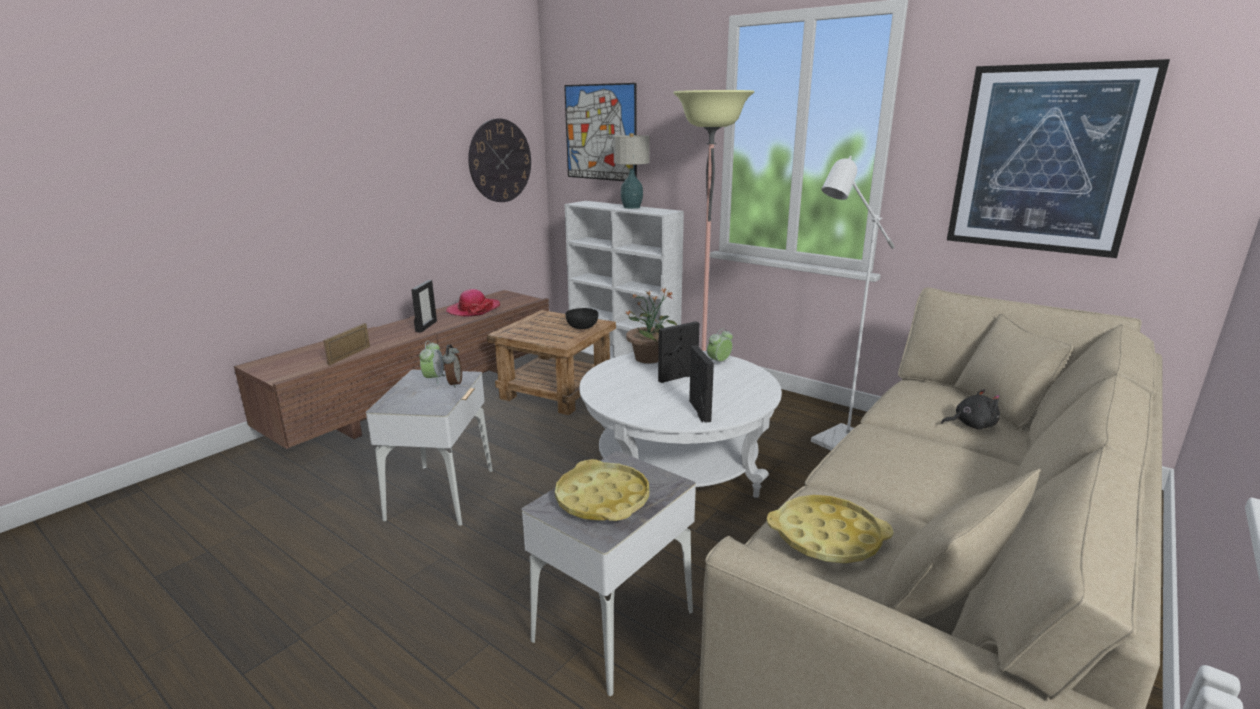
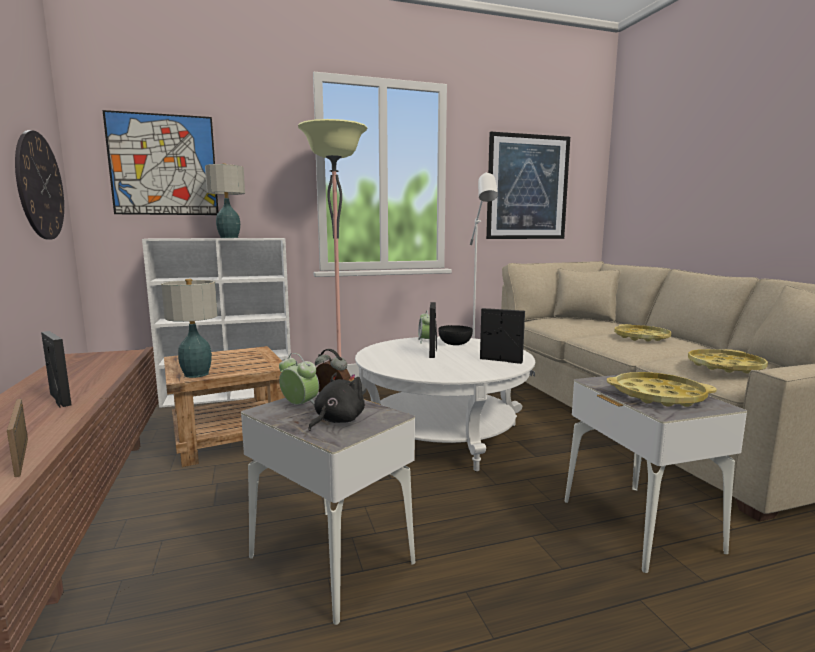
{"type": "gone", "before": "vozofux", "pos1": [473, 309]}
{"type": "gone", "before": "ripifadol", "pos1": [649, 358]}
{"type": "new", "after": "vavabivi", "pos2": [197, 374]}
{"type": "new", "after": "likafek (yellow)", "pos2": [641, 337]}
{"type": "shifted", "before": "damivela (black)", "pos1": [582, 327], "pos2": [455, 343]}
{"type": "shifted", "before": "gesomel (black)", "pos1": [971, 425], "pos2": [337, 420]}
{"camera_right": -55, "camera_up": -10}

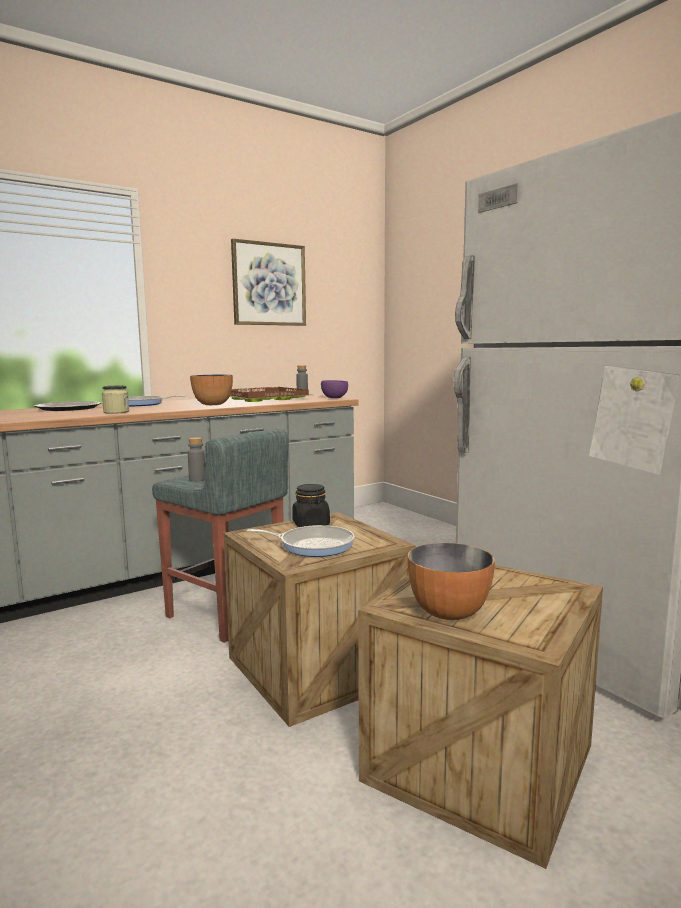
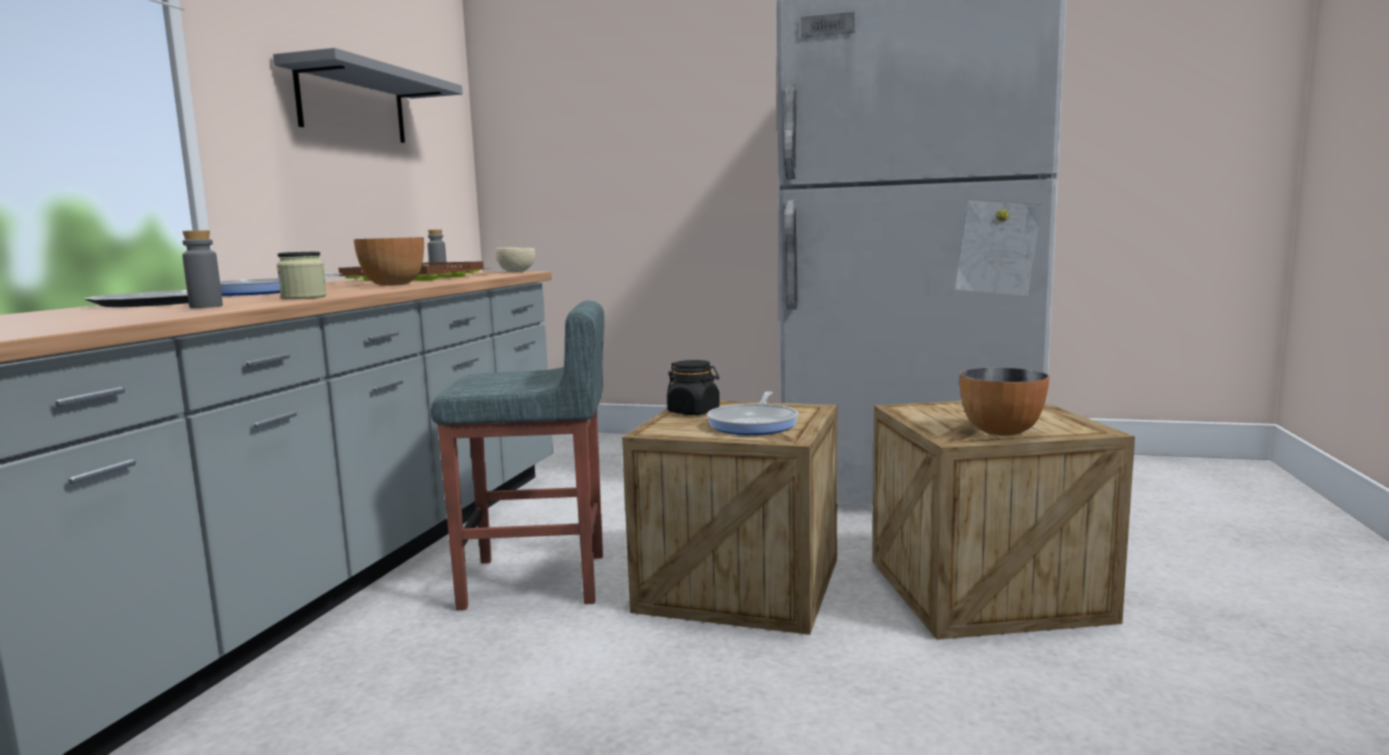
{"type": "shifted", "before": "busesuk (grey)", "pos1": [197, 479], "pos2": [206, 306]}
{"type": "swapped", "before": "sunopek", "after": "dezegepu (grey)", "pos1": [269, 284], "pos2": [352, 104]}
{"type": "repainted", "before": "damivela (purple)", "after": "damivela (beige)", "pos1": [334, 398], "pos2": [516, 272]}
{"type": "rotated", "before": "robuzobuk", "pos1": [313, 545], "pos2": [755, 424], "turn": 135}
{"camera_right": -40, "camera_up": 0}

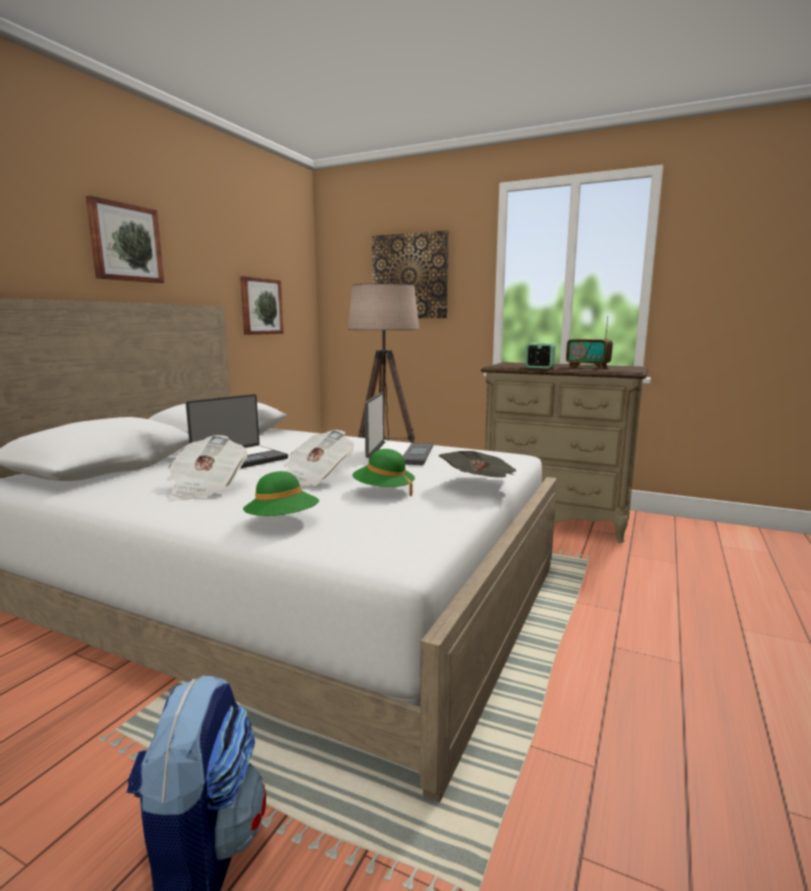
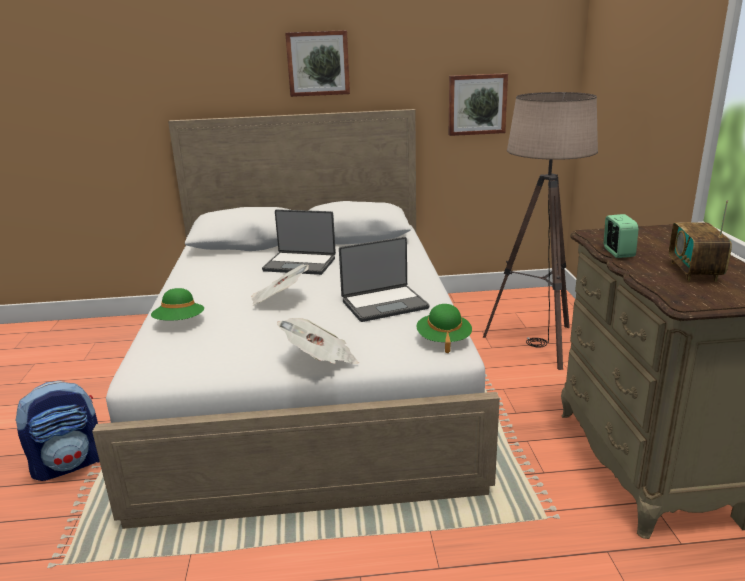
{"type": "gone", "before": "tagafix", "pos1": [206, 488]}
{"type": "gone", "before": "sunopek", "pos1": [410, 276]}
{"type": "shifted", "before": "vozofux (green)", "pos1": [383, 491], "pos2": [443, 340]}
{"camera_right": 60, "camera_up": 10}

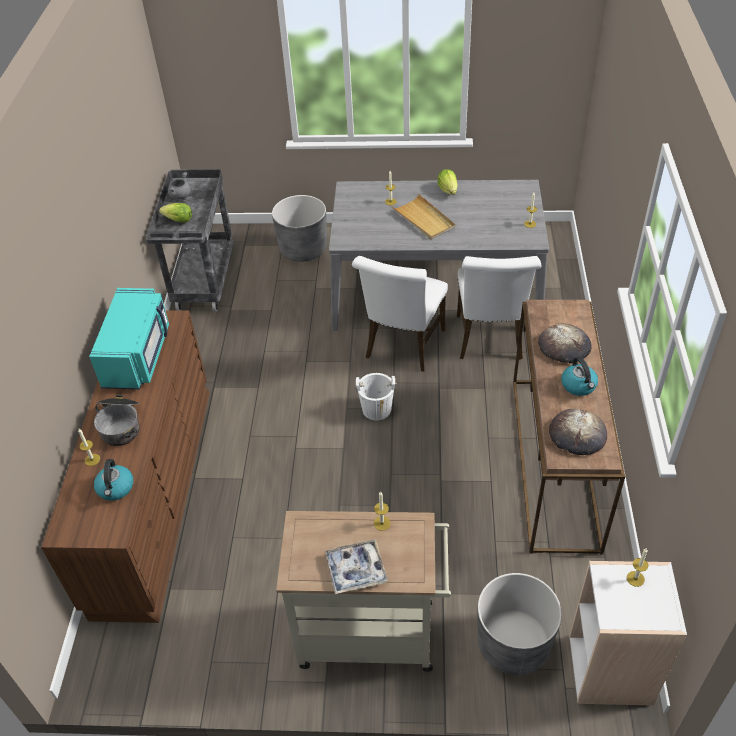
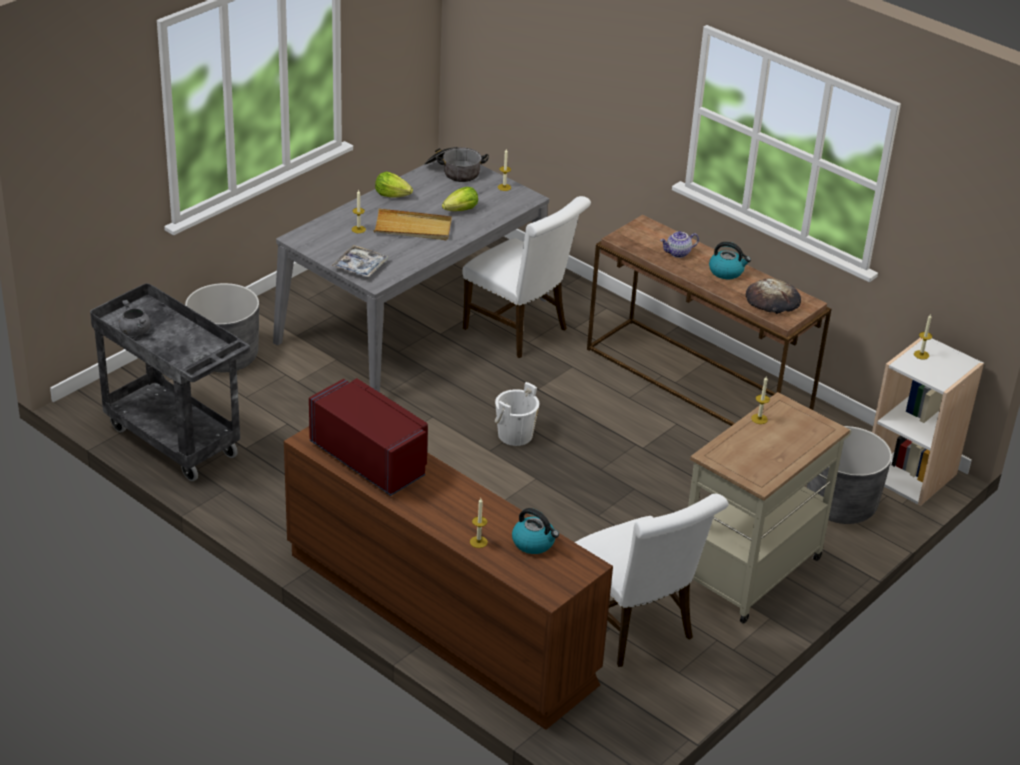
{"type": "shifted", "before": "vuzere", "pos1": [121, 425], "pos2": [454, 172]}
{"type": "shifted", "before": "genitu", "pos1": [179, 220], "pos2": [461, 210]}
{"type": "shifted", "before": "likafek", "pos1": [356, 570], "pos2": [360, 266]}
{"type": "shifted", "before": "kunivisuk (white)", "pos1": [403, 347], "pos2": [636, 629]}
{"type": "swapped", "before": "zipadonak", "after": "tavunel", "pos1": [564, 346], "pos2": [678, 253]}
{"type": "repainted", "before": "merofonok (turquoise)", "after": "merofonok (red)", "pos1": [138, 356], "pos2": [370, 459]}
{"camera_right": -55, "camera_up": -10}

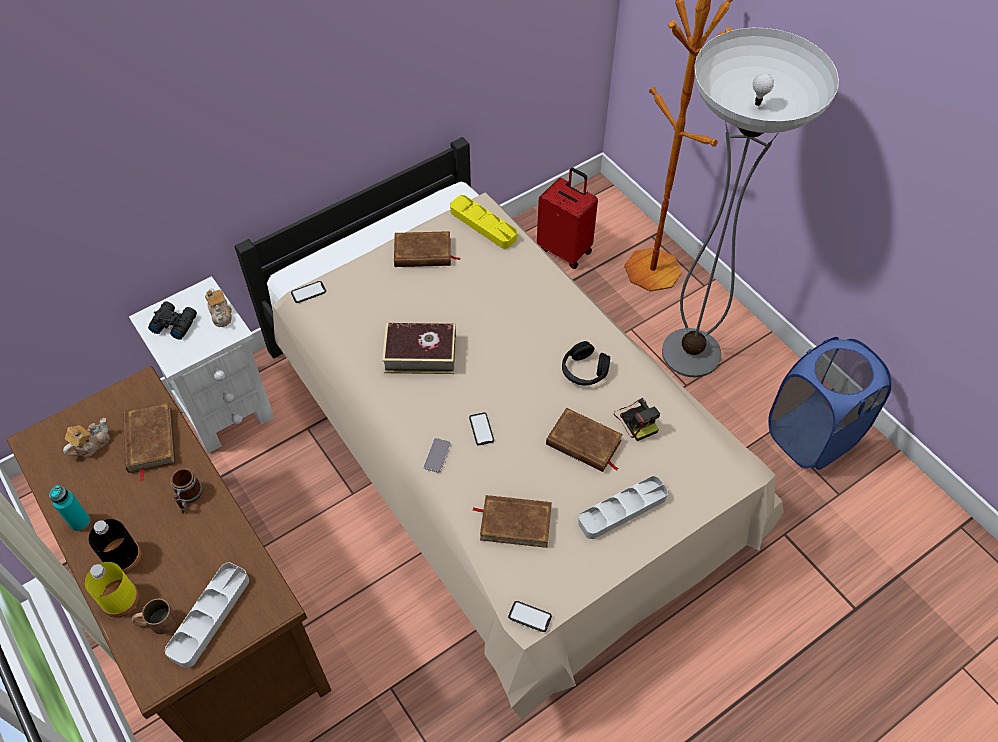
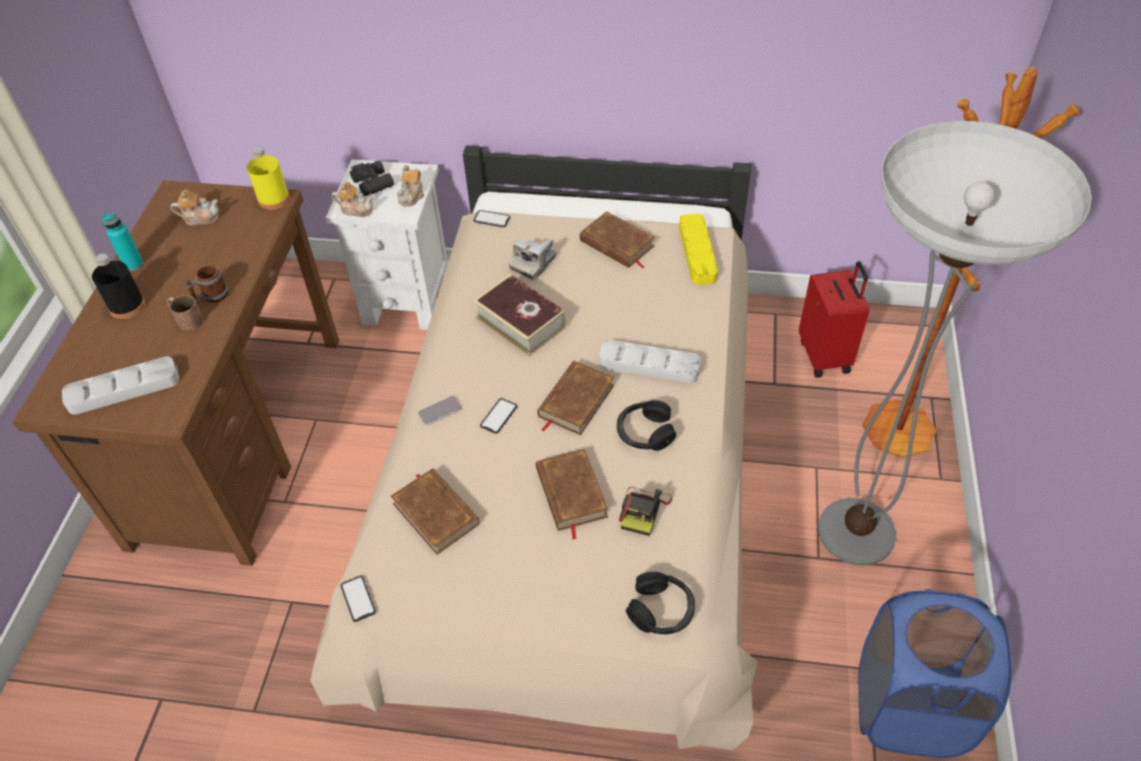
{"type": "new", "after": "tavunel", "pos2": [356, 209]}
{"type": "new", "after": "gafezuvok", "pos2": [533, 263]}
{"type": "new", "after": "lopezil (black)", "pos2": [661, 610]}
{"type": "shifted", "before": "busesuk (yellow)", "pos1": [119, 599], "pos2": [274, 199]}
{"type": "shifted", "before": "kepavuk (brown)", "pos1": [150, 440], "pos2": [575, 401]}
{"type": "shifted", "before": "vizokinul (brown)", "pos1": [156, 622], "pos2": [186, 319]}
{"type": "shifted", "before": "likafek (grey)", "pos1": [622, 510], "pos2": [649, 365]}
{"camera_right": 45, "camera_up": -5}

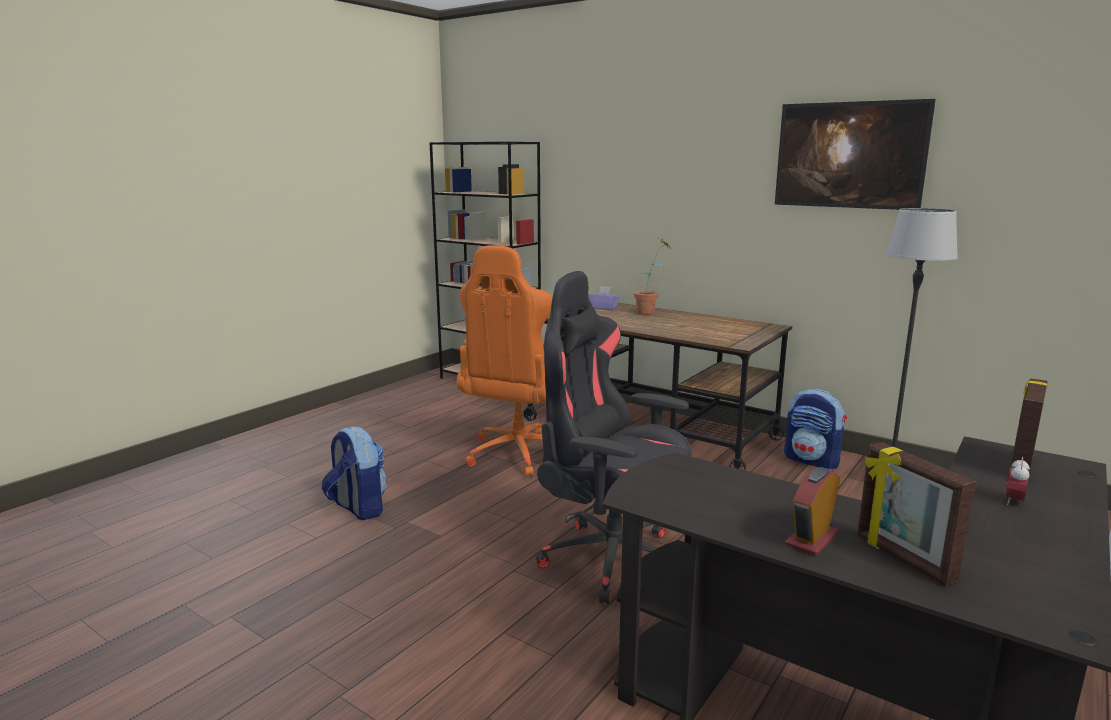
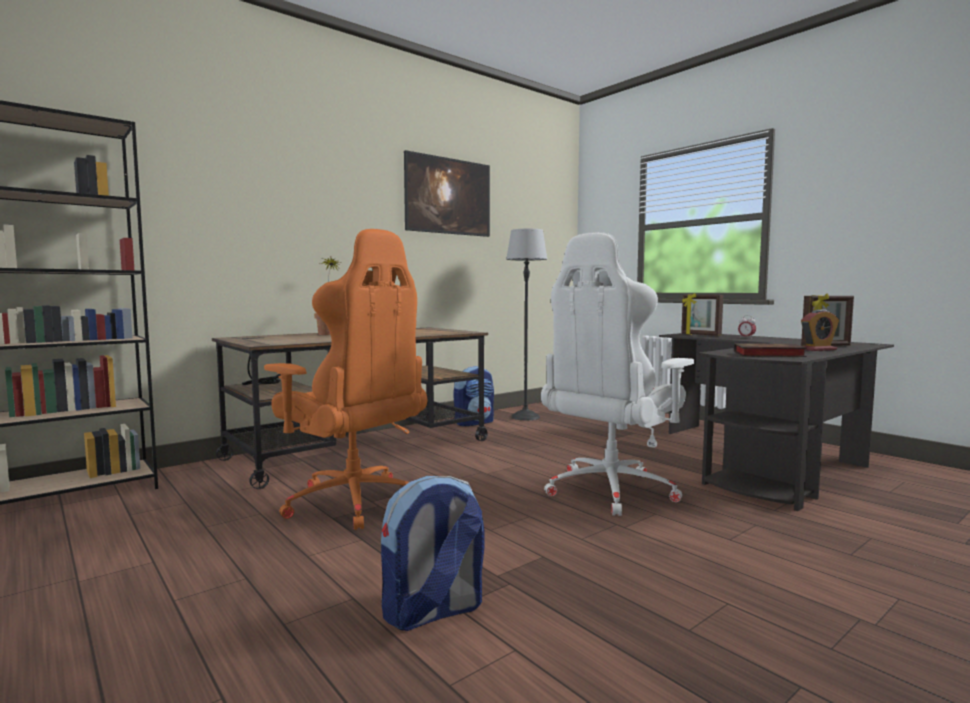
{"type": "gone", "before": "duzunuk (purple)", "pos1": [603, 308]}
{"type": "new", "after": "kepavuk", "pos2": [767, 354]}
{"type": "repainted", "before": "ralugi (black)", "after": "ralugi (white)", "pos1": [615, 560], "pos2": [611, 490]}
{"type": "rotated", "before": "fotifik", "pos1": [811, 539], "pos2": [818, 349], "turn": -75}
{"camera_right": -75, "camera_up": -10}

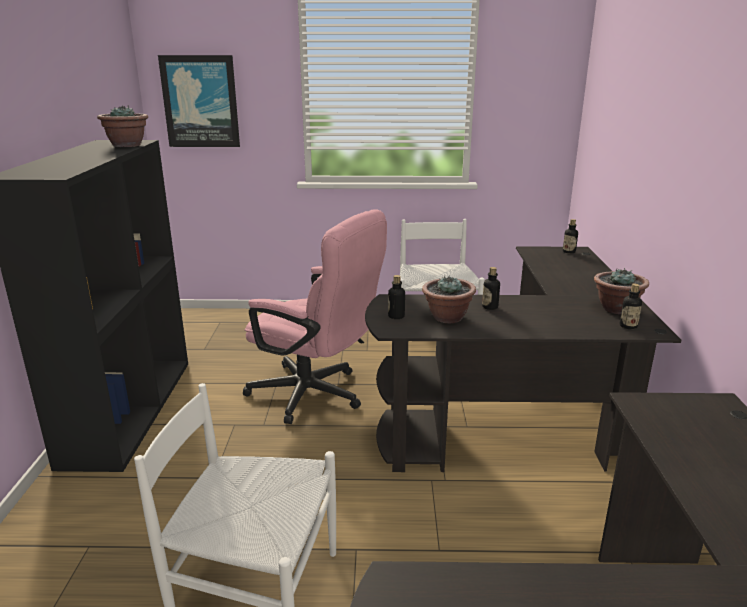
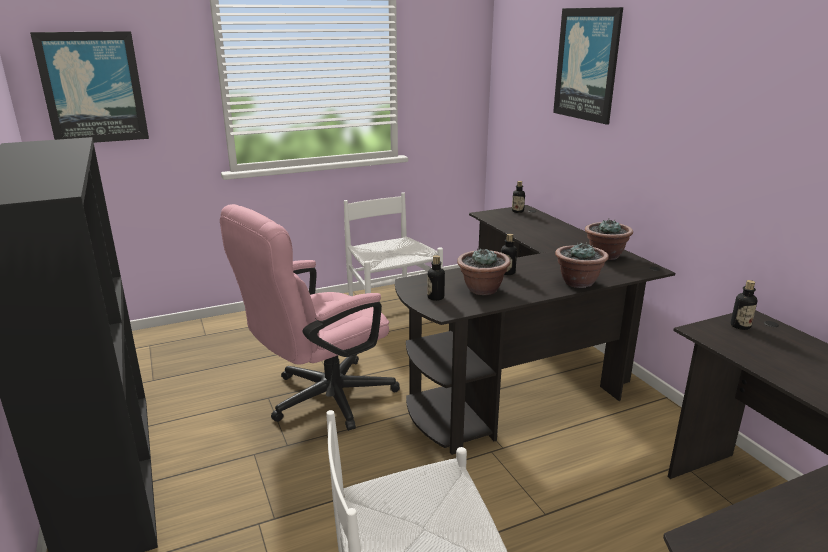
{"type": "new", "after": "sunopek", "pos2": [587, 64]}
{"type": "shifted", "before": "ripifadol", "pos1": [127, 145], "pos2": [578, 282]}
{"type": "shifted", "before": "busesuk", "pos1": [628, 326], "pos2": [740, 326]}
{"type": "rotated", "before": "ralugi (pink)", "pos1": [316, 395], "pos2": [320, 400], "turn": 135}
{"camera_right": -25, "camera_up": 0}

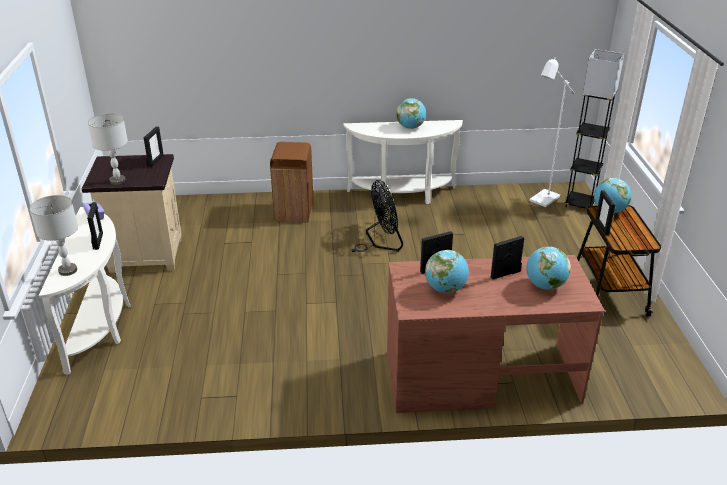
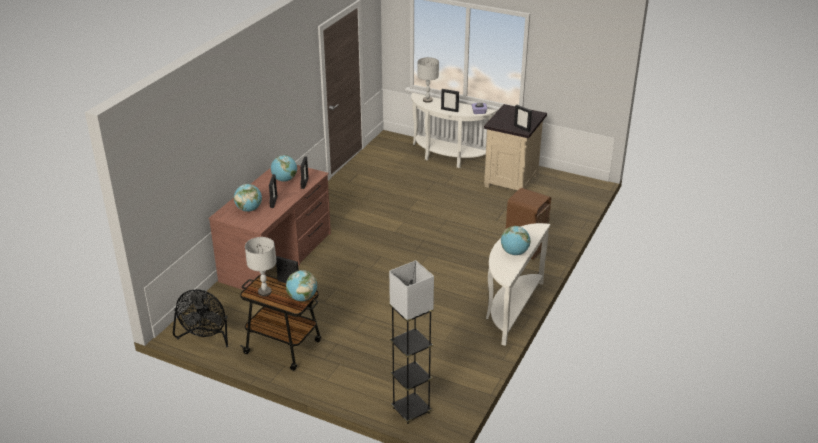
{"type": "gone", "before": "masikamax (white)", "pos1": [541, 201]}
{"type": "shifted", "before": "vavabivi (grey)", "pos1": [117, 180], "pos2": [265, 292]}
{"type": "shifted", "before": "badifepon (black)", "pos1": [378, 239], "pos2": [205, 335]}
{"camera_right": 120, "camera_up": 0}

